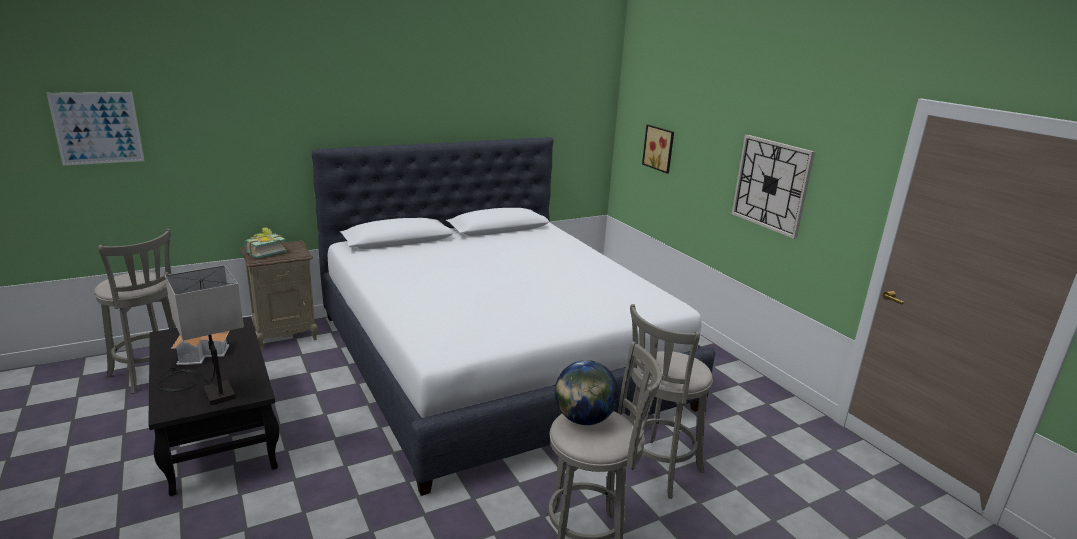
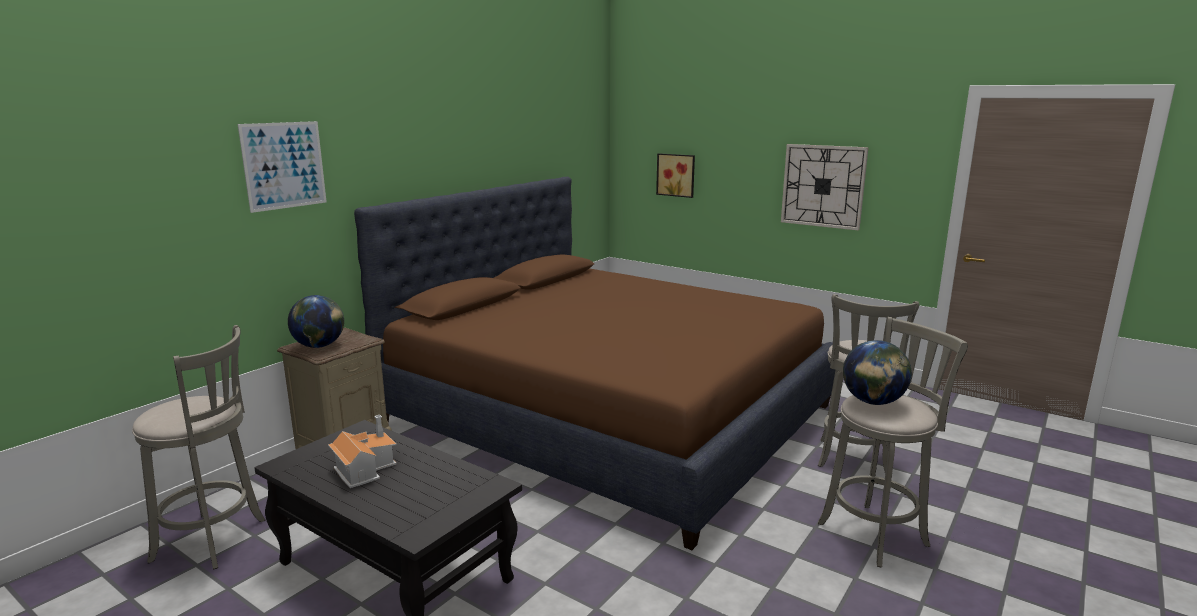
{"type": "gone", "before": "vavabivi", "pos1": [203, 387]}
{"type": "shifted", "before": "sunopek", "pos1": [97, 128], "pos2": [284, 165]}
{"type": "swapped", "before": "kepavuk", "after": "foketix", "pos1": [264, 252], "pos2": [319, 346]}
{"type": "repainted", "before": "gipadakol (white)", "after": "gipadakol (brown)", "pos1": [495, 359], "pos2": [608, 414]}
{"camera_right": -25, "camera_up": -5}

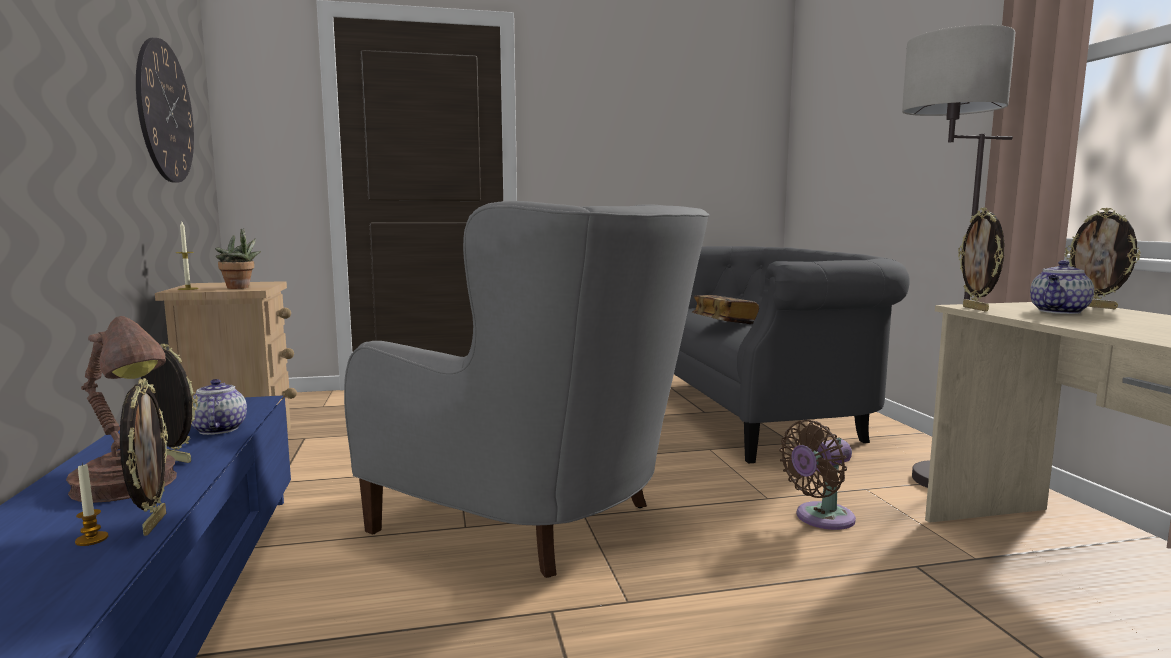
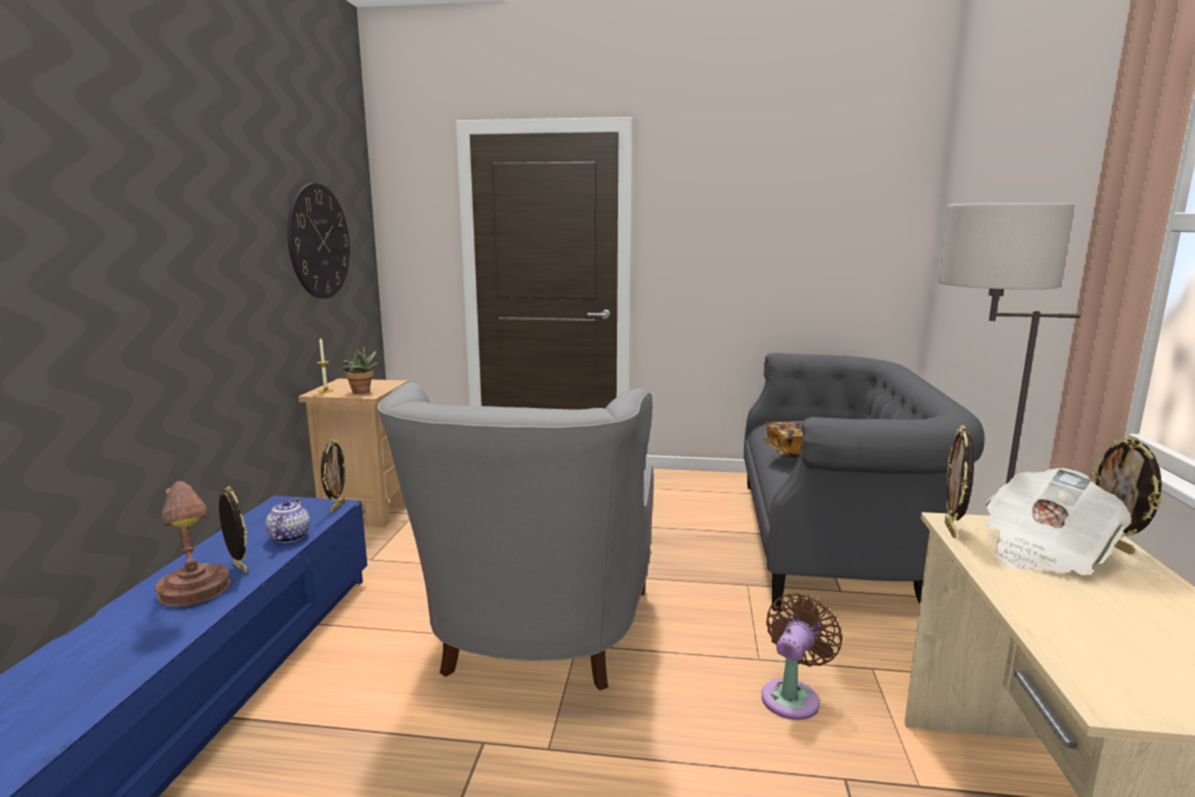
{"type": "gone", "before": "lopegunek", "pos1": [92, 539]}
{"type": "shifted", "before": "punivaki", "pos1": [152, 524], "pos2": [337, 507]}
{"type": "swapped", "before": "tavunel", "after": "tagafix", "pos1": [1059, 311], "pos2": [1043, 551]}
{"type": "rotated", "before": "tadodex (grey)", "pos1": [540, 520], "pos2": [537, 642], "turn": 45}
{"type": "rotated", "before": "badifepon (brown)", "pos1": [820, 518], "pos2": [792, 696], "turn": 135}
{"camera_right": 20, "camera_up": 5}

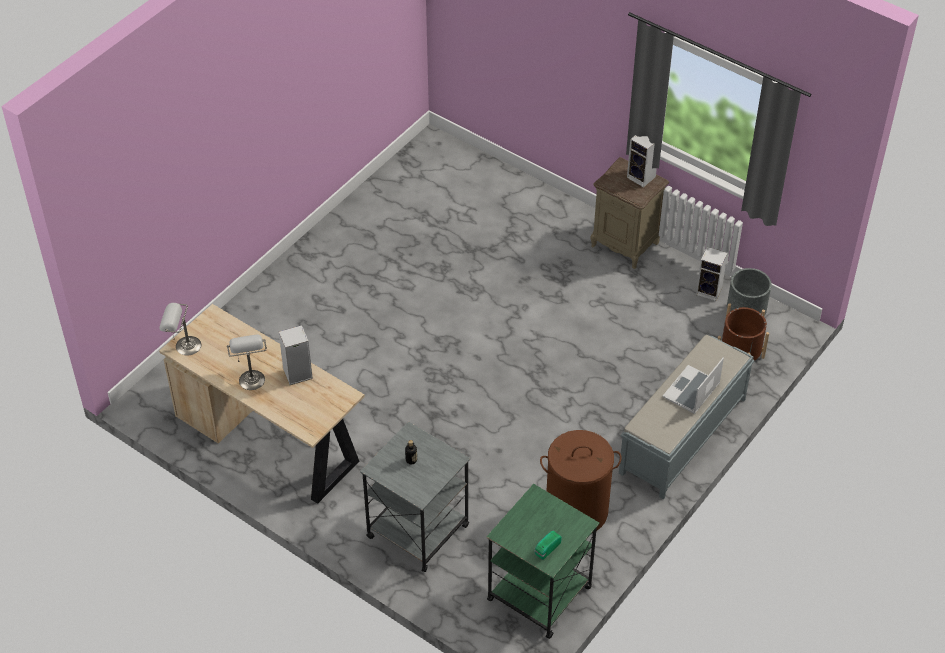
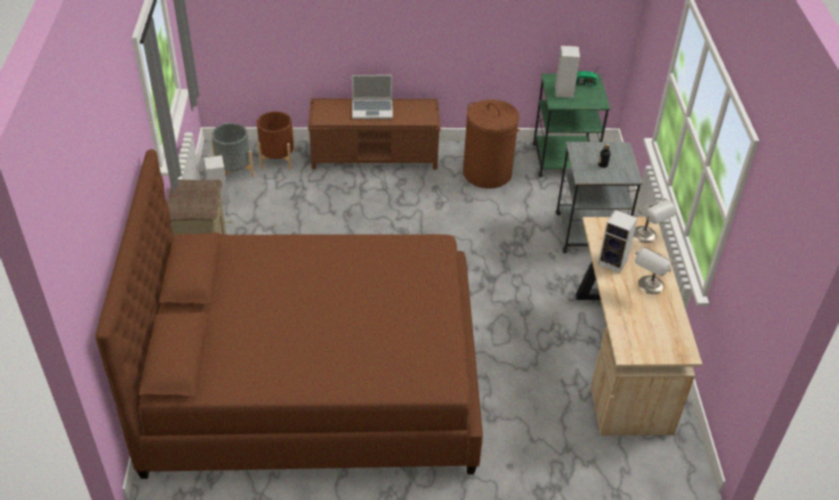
{"type": "new", "after": "gipadakol (brown)", "pos2": [313, 378]}
{"type": "shifted", "before": "vavabivi (white)", "pos1": [182, 345], "pos2": [648, 237]}
{"type": "shifted", "before": "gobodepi", "pos1": [642, 177], "pos2": [563, 91]}
{"type": "repainted", "before": "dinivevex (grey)", "after": "dinivevex (brown)", "pos1": [682, 437], "pos2": [375, 156]}
{"camera_right": -130, "camera_up": -5}

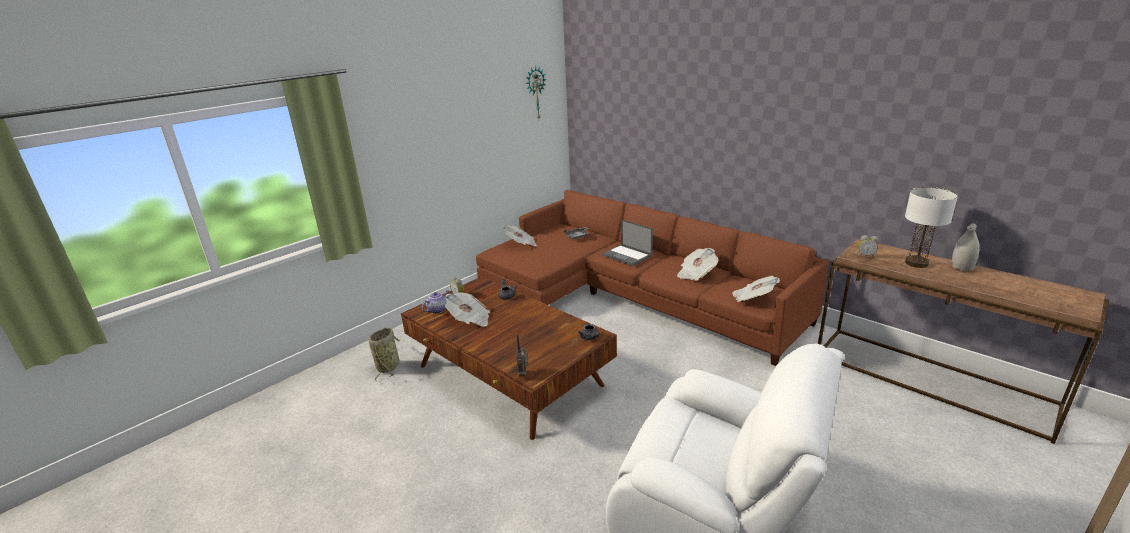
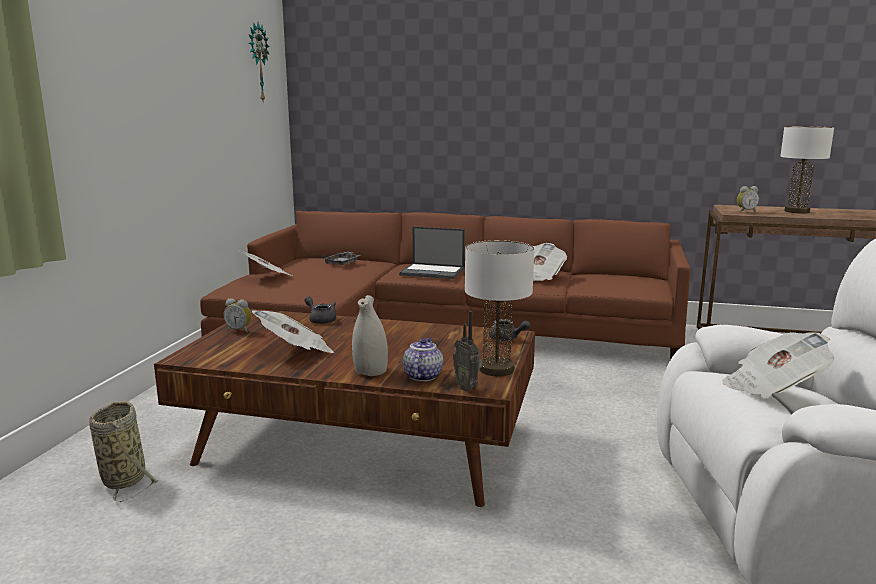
{"type": "new", "after": "vavabivi", "pos2": [496, 369]}
{"type": "shifted", "before": "tavunel", "pos1": [437, 309], "pos2": [422, 376]}
{"type": "shifted", "before": "tagafix", "pos1": [753, 298], "pos2": [772, 387]}
{"type": "shifted", "before": "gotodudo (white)", "pos1": [961, 268], "pos2": [370, 371]}
{"camera_right": -30, "camera_up": -10}

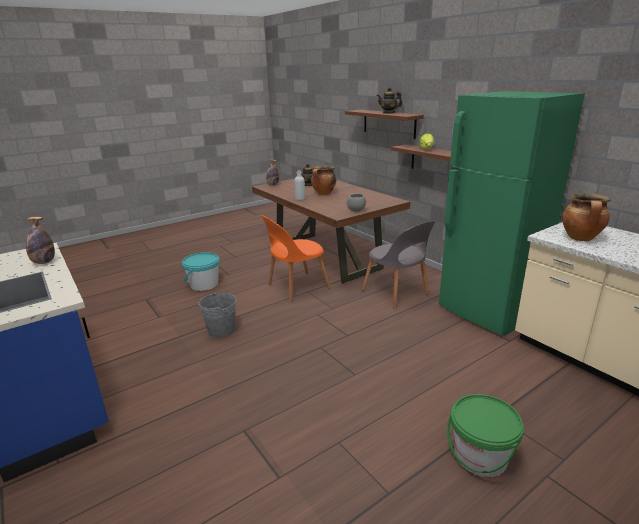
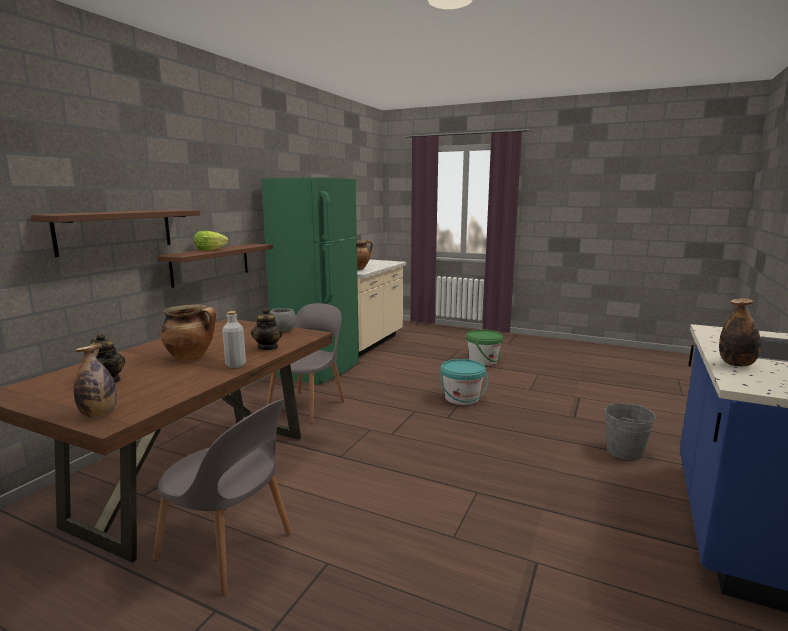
{"type": "gone", "before": "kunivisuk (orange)", "pos1": [296, 287]}
{"type": "new", "after": "kunivisuk (grey)", "pos2": [229, 549]}
{"type": "shifted", "before": "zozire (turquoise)", "pos1": [204, 284], "pos2": [462, 398]}
{"type": "shifted", "before": "zozire (grey)", "pos1": [221, 330], "pos2": [624, 451]}
{"type": "shifted", "before": "tavunel", "pos1": [388, 113], "pos2": [268, 347]}
{"camera_right": -120, "camera_up": -10}

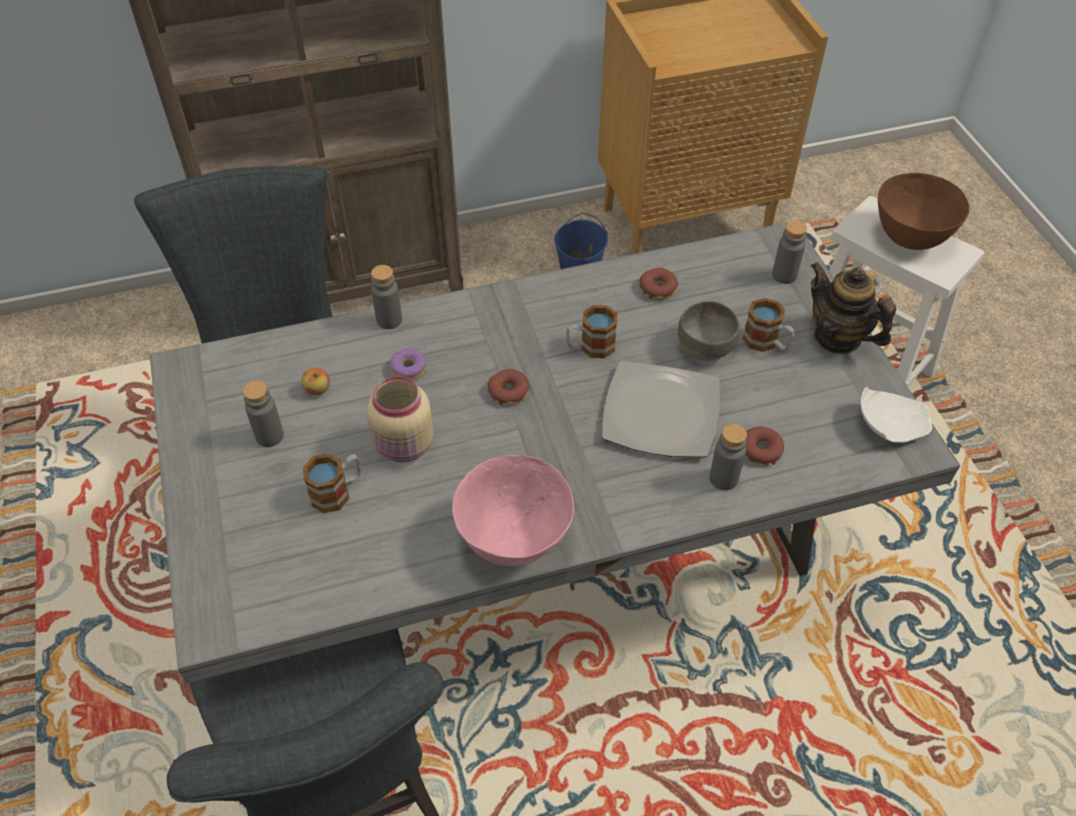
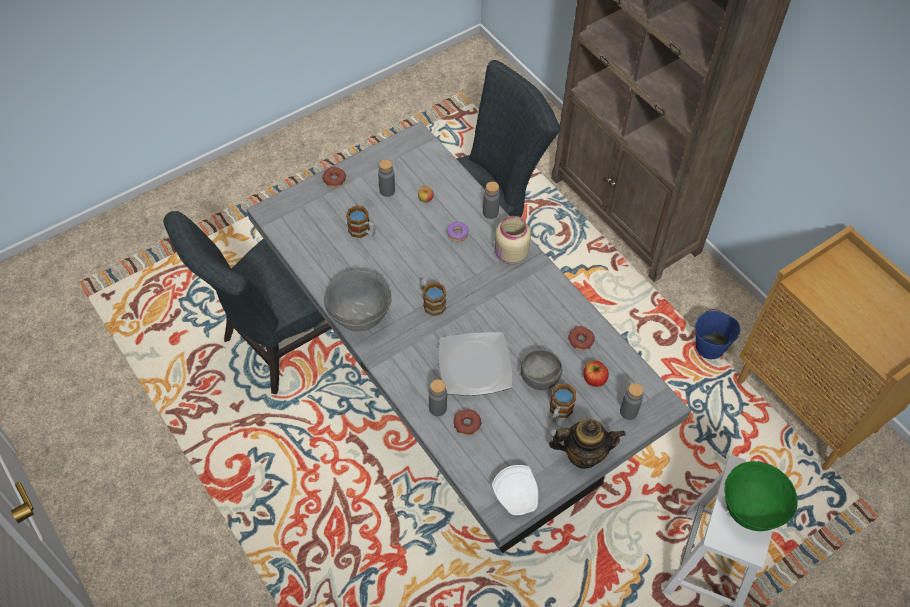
{"type": "new", "after": "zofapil", "pos2": [594, 379]}
{"type": "shifted", "before": "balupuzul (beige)", "pos1": [405, 446], "pos2": [510, 255]}
{"type": "shifted", "before": "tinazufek", "pos1": [509, 391], "pos2": [334, 180]}
{"type": "shifted", "before": "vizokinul", "pos1": [590, 347], "pos2": [431, 303]}
{"type": "repainted", "before": "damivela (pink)", "after": "damivela (grey)", "pos1": [512, 539], "pos2": [359, 316]}
{"type": "repainted", "before": "damivela (brown)", "after": "damivela (green)", "pos1": [910, 238], "pos2": [750, 510]}
{"type": "rotated", "before": "tavunel", "pos1": [838, 337], "pos2": [583, 454], "turn": 60}
{"camera_right": 70, "camera_up": 5}

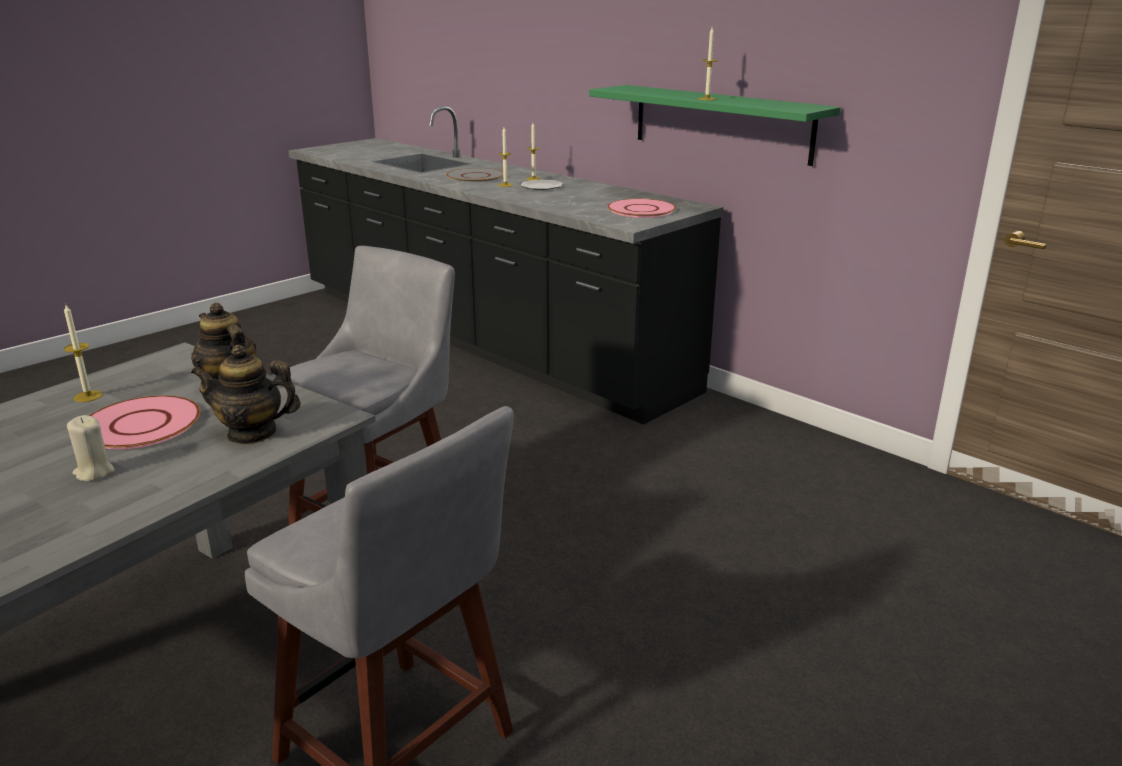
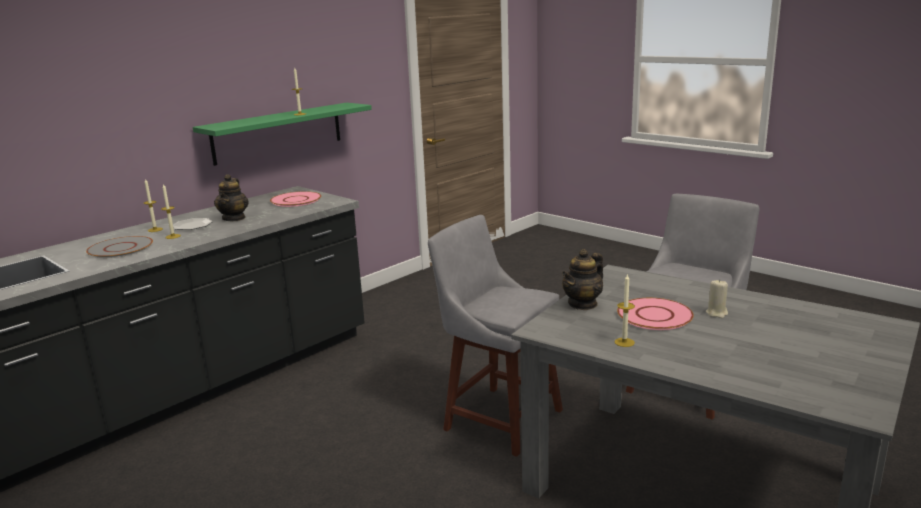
{"type": "shifted", "before": "tavunel", "pos1": [252, 433], "pos2": [234, 218]}
{"camera_right": -90, "camera_up": -5}

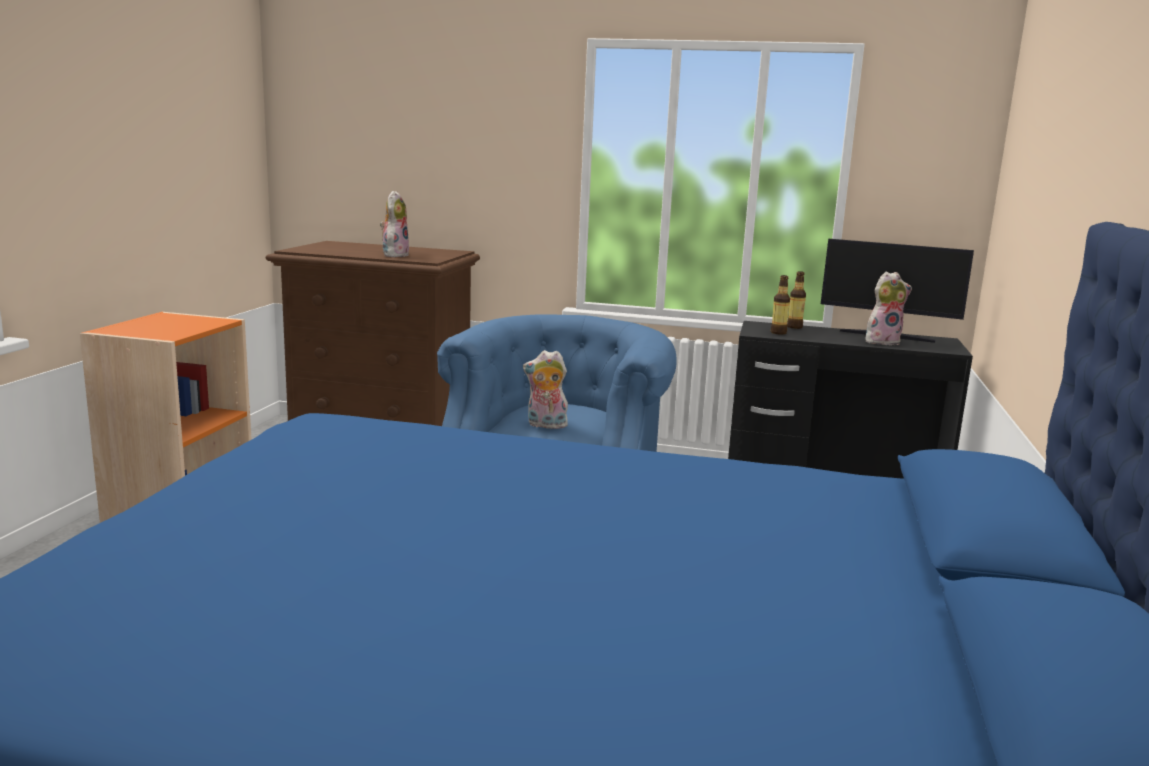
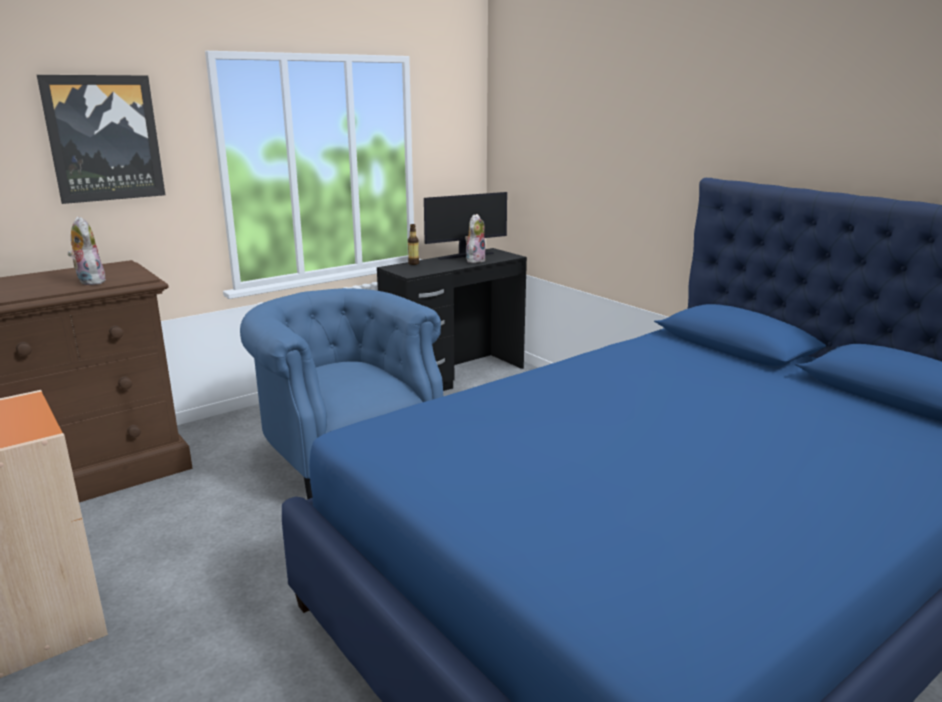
{"type": "gone", "before": "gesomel", "pos1": [545, 425]}
{"type": "gone", "before": "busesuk", "pos1": [778, 333]}
{"type": "new", "after": "sunopek", "pos2": [104, 138]}
{"camera_right": -50, "camera_up": 5}

